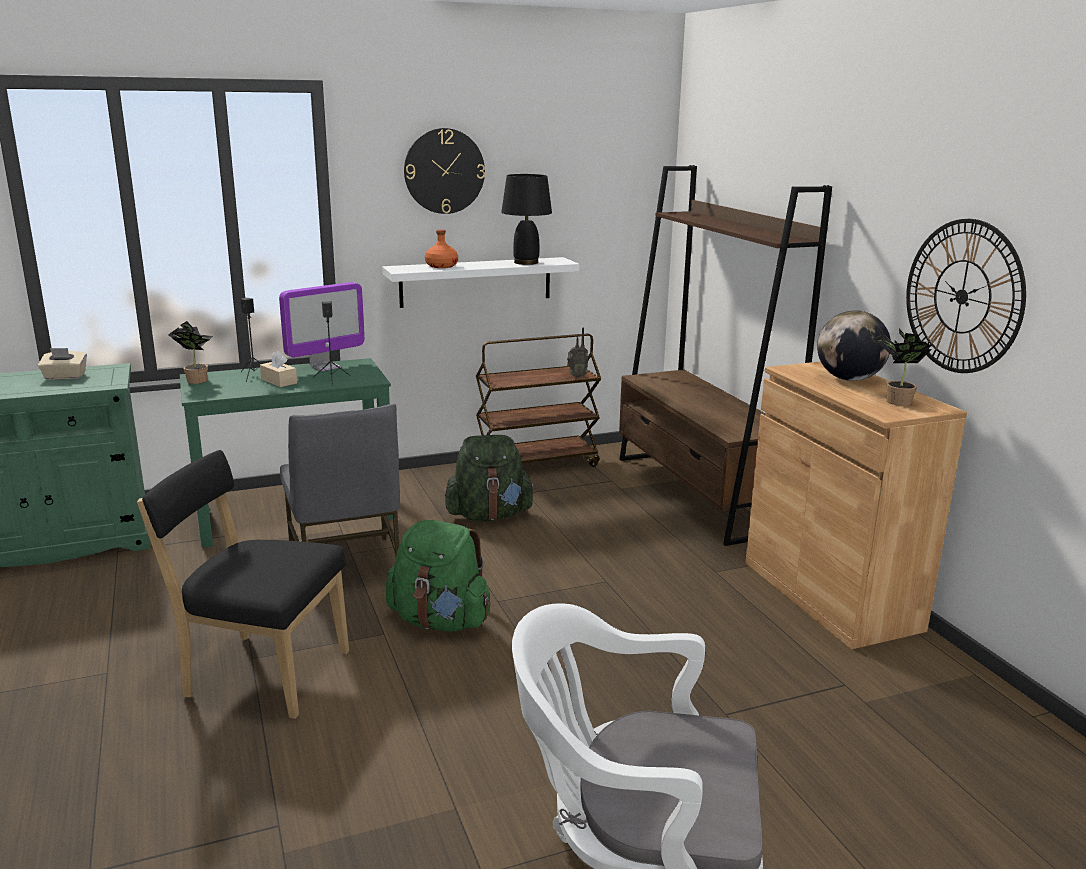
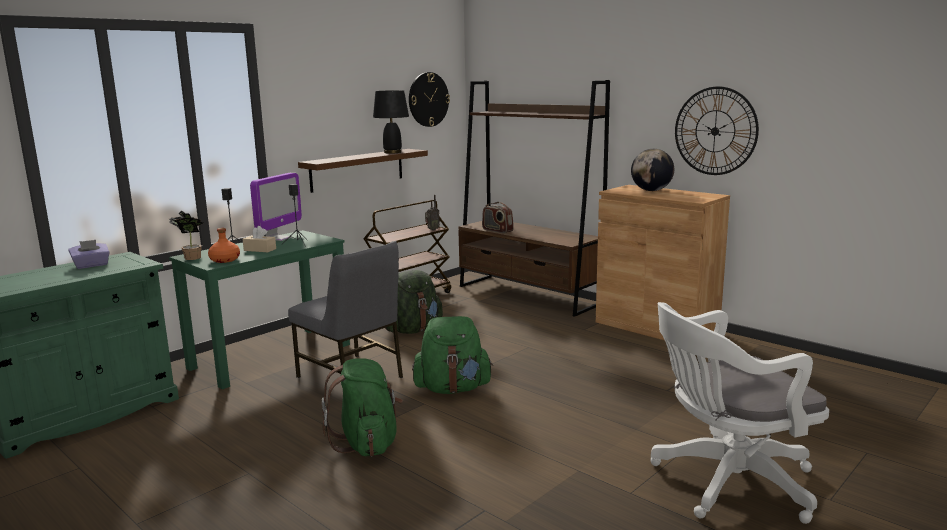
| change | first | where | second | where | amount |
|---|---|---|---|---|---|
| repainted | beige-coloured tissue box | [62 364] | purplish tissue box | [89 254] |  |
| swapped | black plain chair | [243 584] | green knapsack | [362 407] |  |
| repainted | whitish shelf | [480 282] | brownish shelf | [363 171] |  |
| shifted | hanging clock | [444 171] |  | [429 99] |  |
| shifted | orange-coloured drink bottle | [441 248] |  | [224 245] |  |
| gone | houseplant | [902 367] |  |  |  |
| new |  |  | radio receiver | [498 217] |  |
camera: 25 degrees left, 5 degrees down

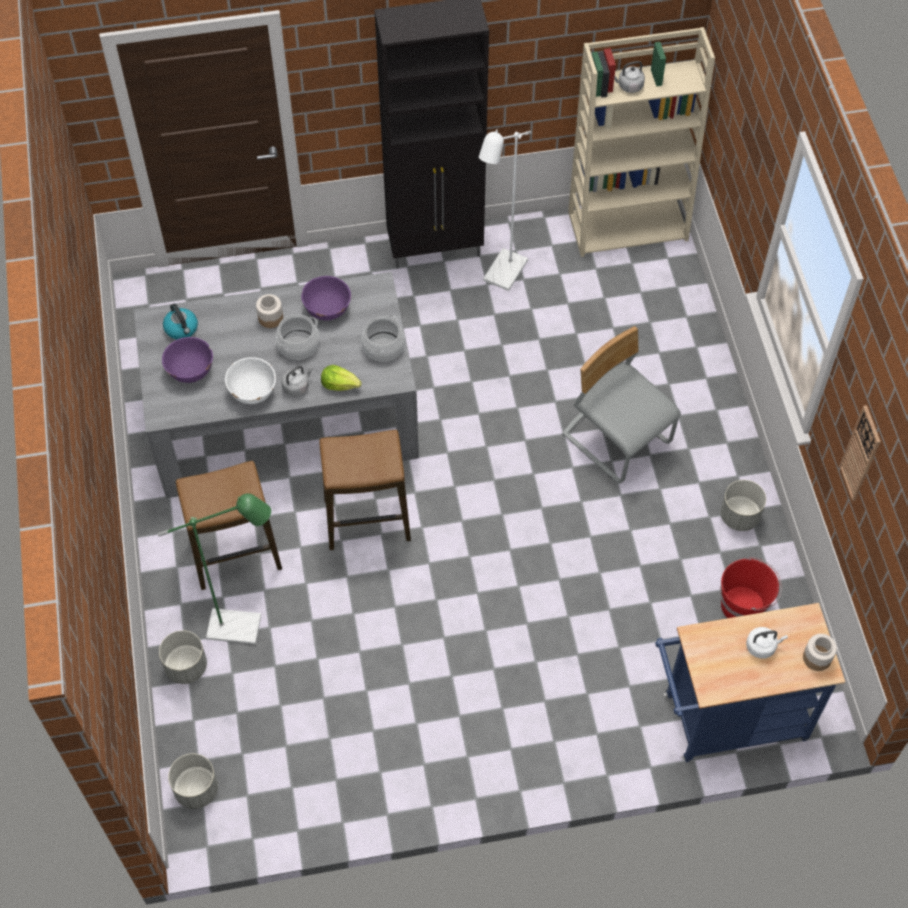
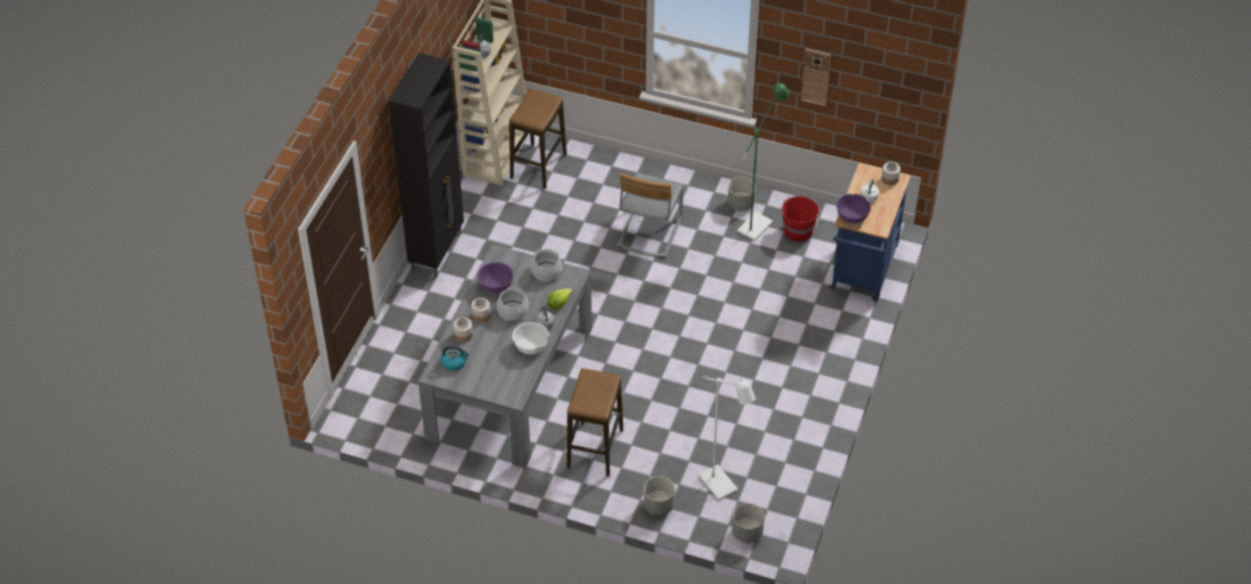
| change | first | where | second | where | amount |
|---|---|---|---|---|---|
| shifted | green standing lamp | [214 568] |  | [763 162] |  |
| shifted | purplish serving bowl | [187 360] |  | [853 208] |  |
| shifted | sitting stool | [365 490] |  | [538 138] |  |
| shifted | whitish standing lamp | [505 210] |  | [726 438] |  |
| rotated | grey plain chair | [621 405] |  | [650 215] | 60 degrees counterclockwise |
| new |  |  | preserve jar | [463 329] |  |
camera: 60 degrees left, 10 degrees down

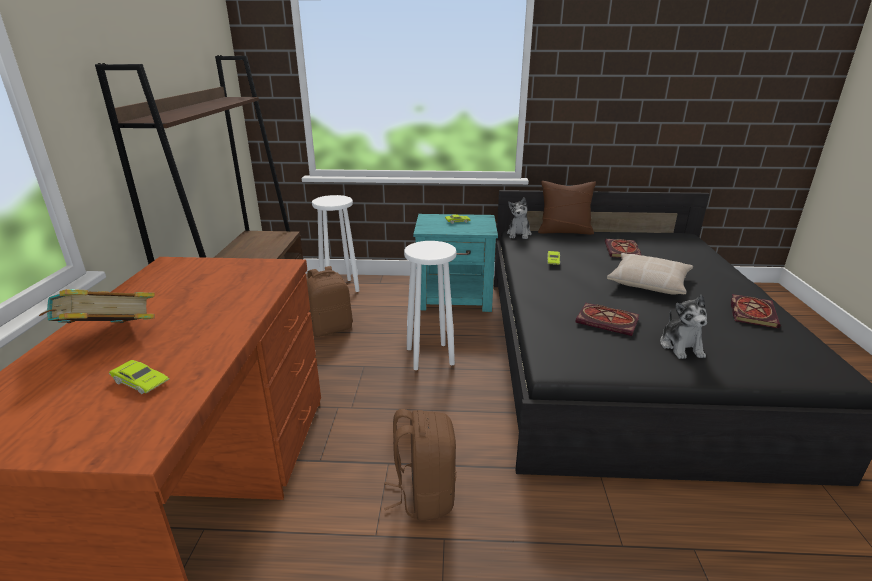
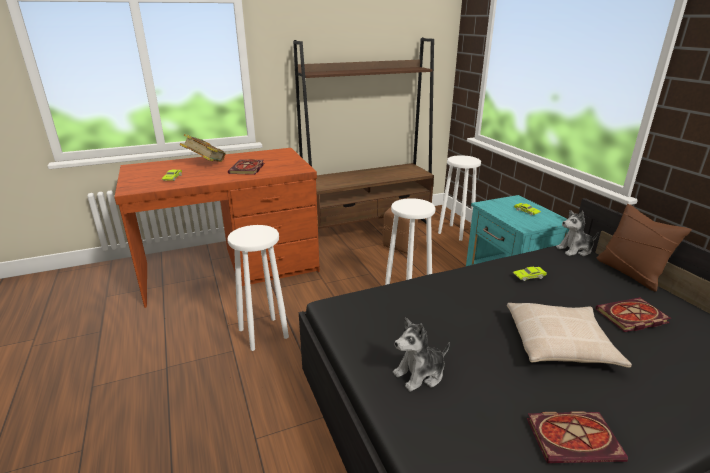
| change | first | where | second | where | amount |
|---|---|---|---|---|---|
| swapped | brownish knapsack | [420 465] | whitish sitting stool | [258 288] |  |
| shifted | bound book | [607 319] |  | [246 167] |  |
camera: 65 degrees right, 0 degrees up

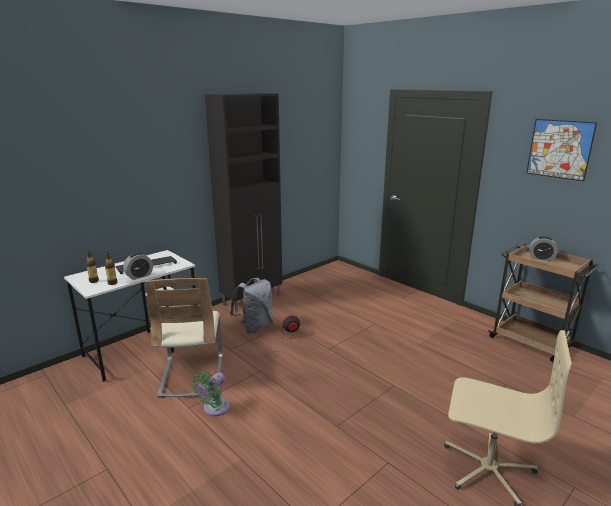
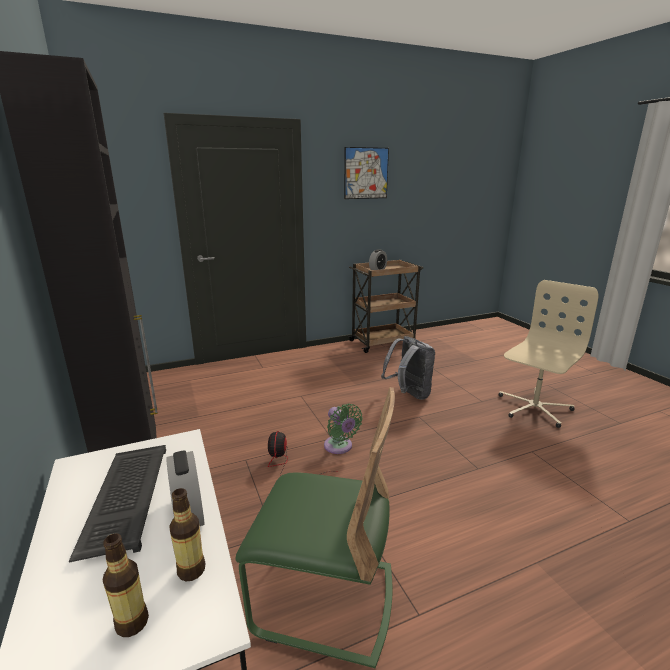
| change | first | where | second | where | amount |
|---|---|---|---|---|---|
| repainted | beige-coloured plain chair | [183 338] | green plain chair | [315 527] |  |
| shifted | green cooling fan | [211 393] |  | [343 429] |  |
| shifted | grey knapsack | [251 306] |  | [408 368] |  |
camera: 70 degrees left, 0 degrees up

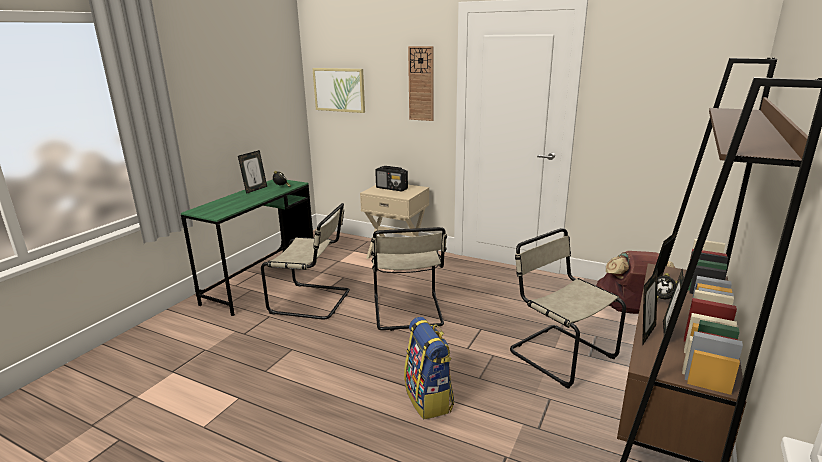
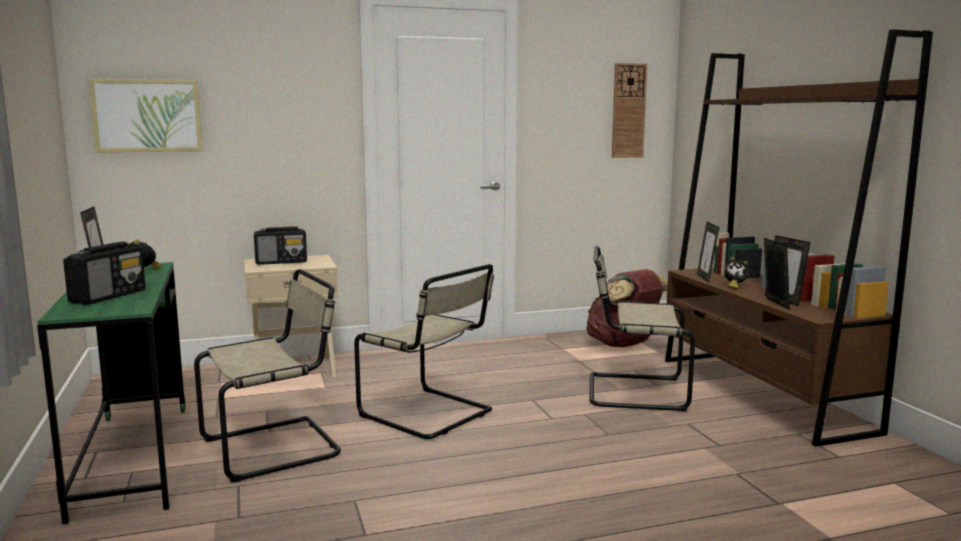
| change | first | where | second | where | amount |
|---|---|---|---|---|---|
| gone | knapsack | [429 368] |  |  |  |
| shifted | hanging clock | [421 83] |  | [629 110] |  |
| new |  |  | radio receiver | [104 273] |  |
camera: 45 degrees left, 10 degrees down

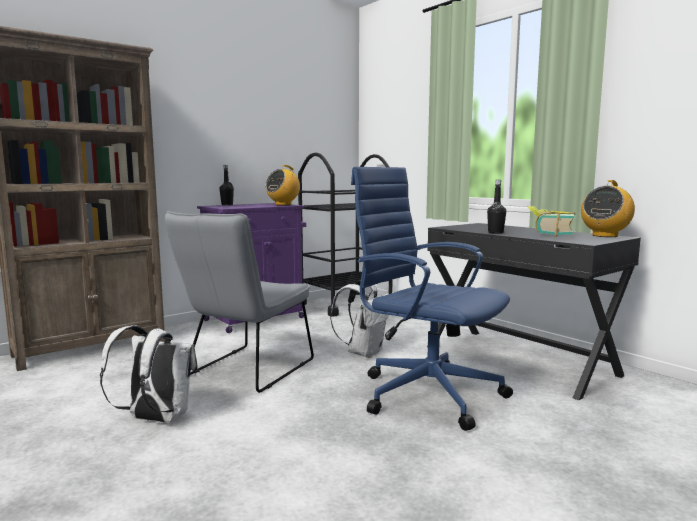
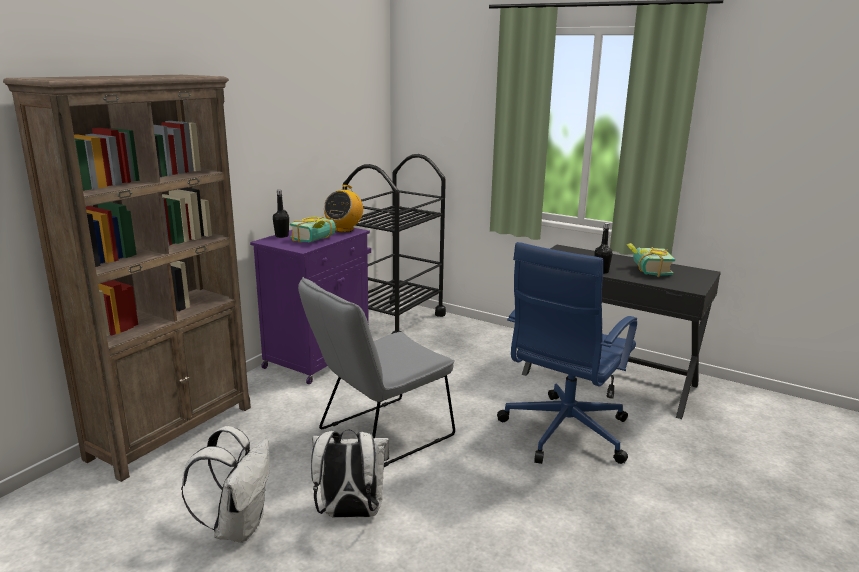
| change | first | where | second | where | amount |
|---|---|---|---|---|---|
| rotated | grey plain chair | [239 302] |  | [376 372] | 45 degrees clockwise |
| shifted | whitish knapsack | [359 319] |  | [225 484] |  |
| rotated | blue desk chair | [432 299] |  | [567 353] | 75 degrees counterclockwise |
| gone | radio receiver | [608 208] |  |  |  |
| new |  |  | bound book | [312 230] |  |
camera: 20 degrees left, 10 degrees up

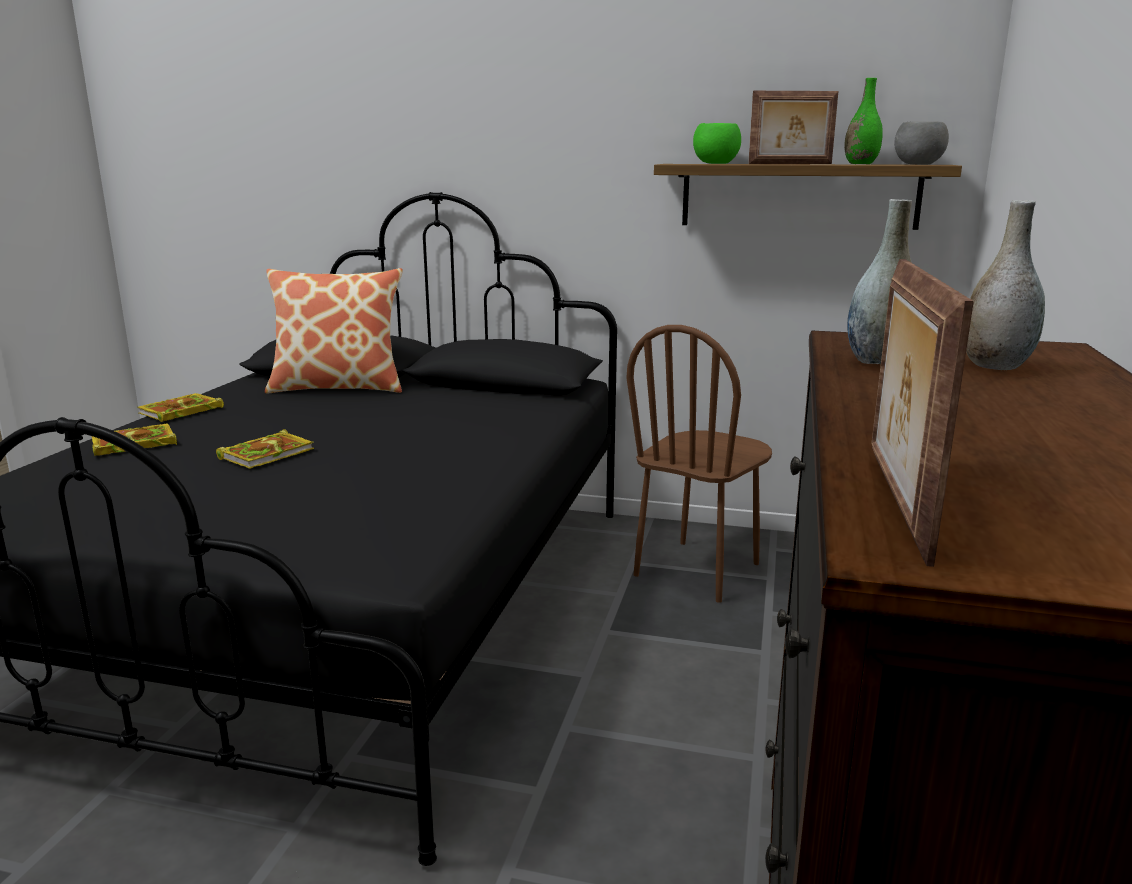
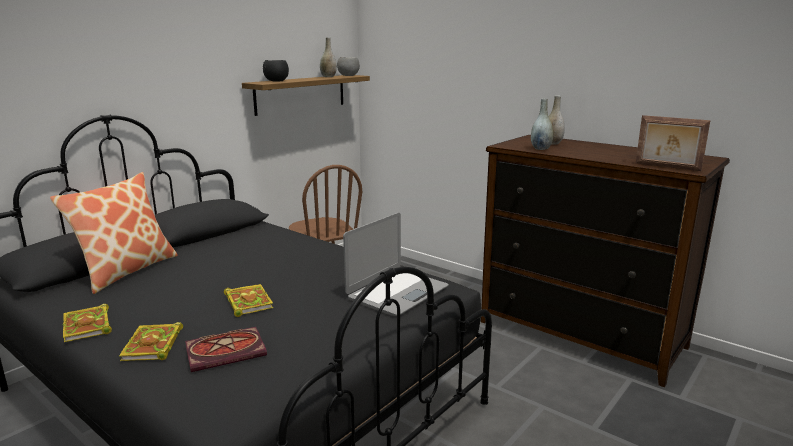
| change | first | where | second | where | amount |
|---|---|---|---|---|---|
| repainted | green serving bowl | [717 143] | black serving bowl | [276 71] |  |
| gone | picture frame | [793 127] |  |  |  |
| repainted | green decorative vase | [863 121] | grey decorative vase | [328 57] |  |
| new |  |  | bound book | [226 349] |  |
| new |  |  | laptop | [396 264] |  |
camera: 65 degrees left, 0 degrees up

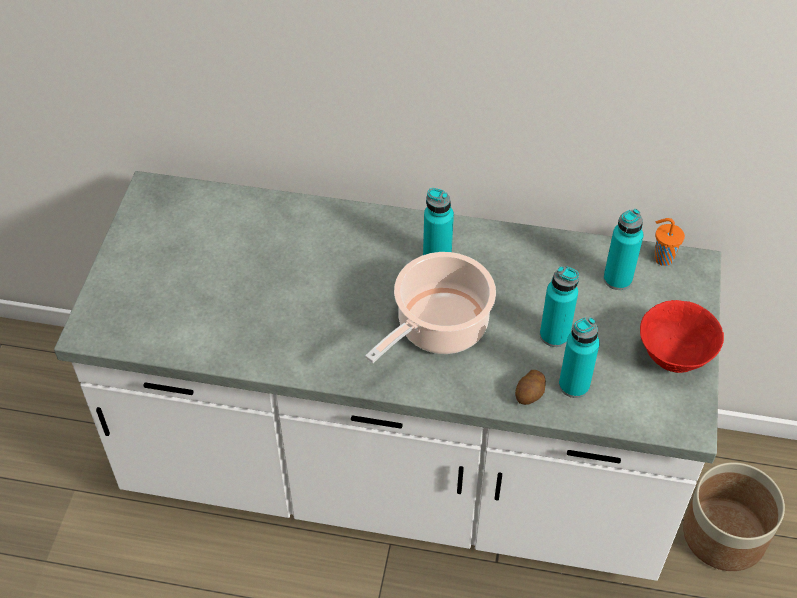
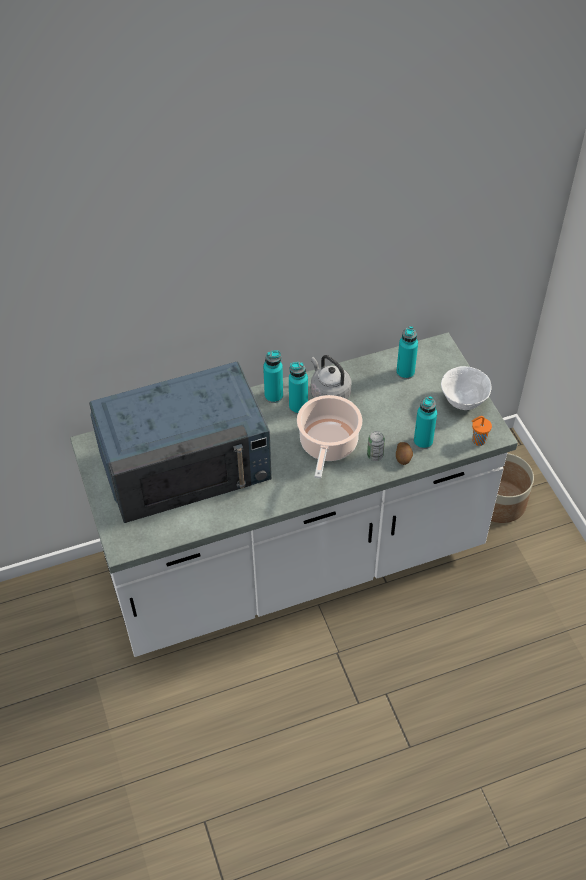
| change | first | where | second | where | amount |
|---|---|---|---|---|---|
| shifted | blue-green drink bottle | [559 306] |  | [273 377] |  |
| repainted | red serving bowl | [682 336] | whitish serving bowl | [466 388] |  |
| shifted | orange-coloured cup | [669 242] |  | [482 431] |  |
| new |  |  | blue microwave | [180 442] |  |
| new |  |  | grey tea kettle | [331 377] |  |
| new |  |  | sealed can | [376 446] |  |
camera: 30 degrees left, 0 degrees up

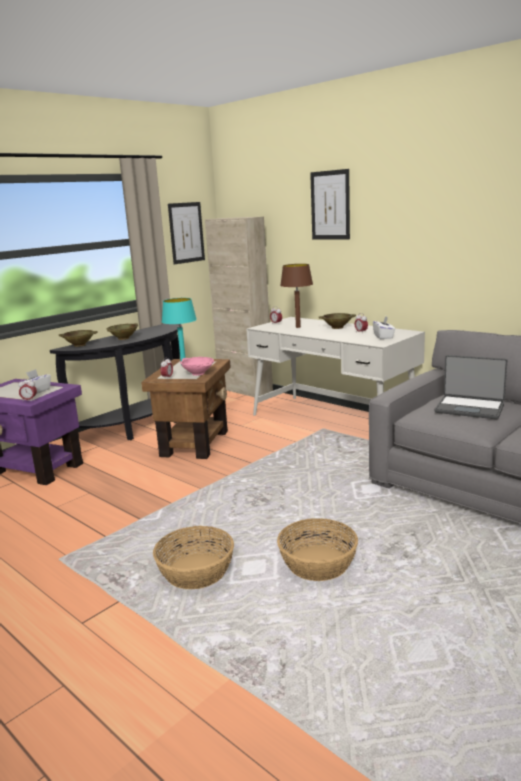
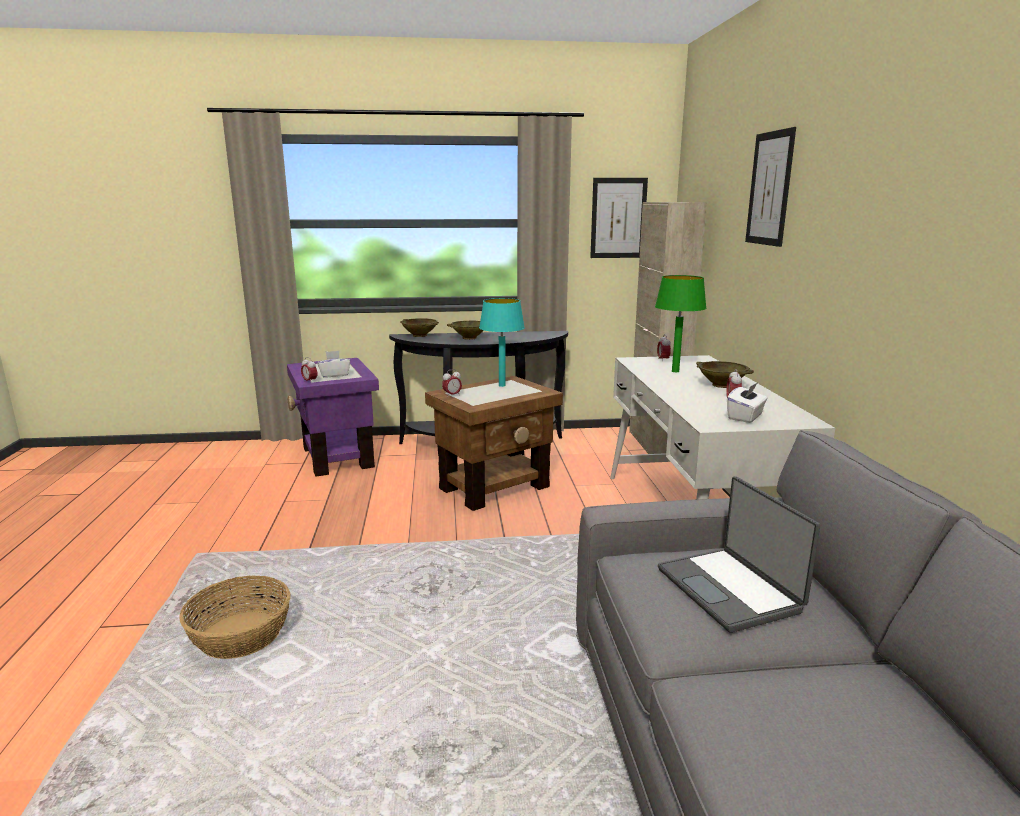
| change | first | where | second | where | amount |
|---|---|---|---|---|---|
| gone | pink serving bowl | [197 366] |  |  |  |
| gone | household basket | [317 549] |  |  |  |
| repainted | brownish table lamp | [296 296] | green table lamp | [681 323] |  |
camera: 40 degrees right, 0 degrees up

